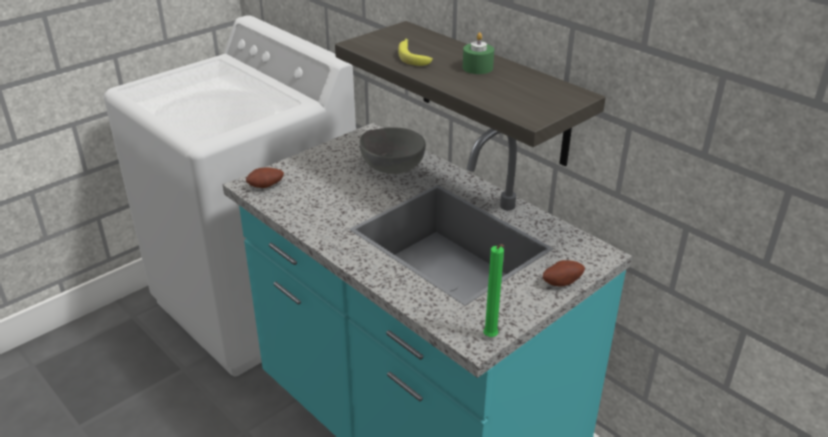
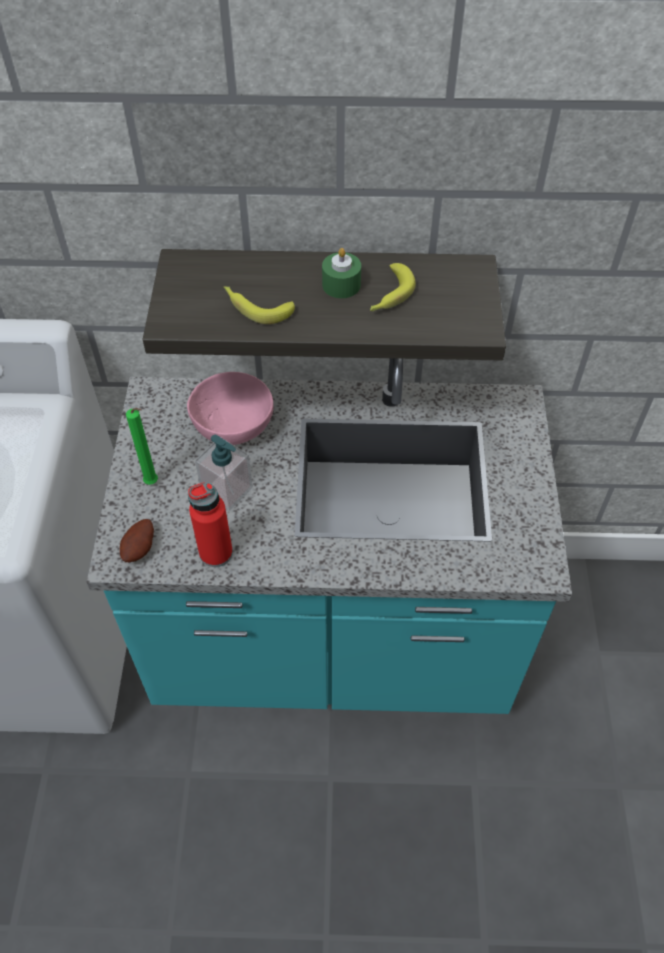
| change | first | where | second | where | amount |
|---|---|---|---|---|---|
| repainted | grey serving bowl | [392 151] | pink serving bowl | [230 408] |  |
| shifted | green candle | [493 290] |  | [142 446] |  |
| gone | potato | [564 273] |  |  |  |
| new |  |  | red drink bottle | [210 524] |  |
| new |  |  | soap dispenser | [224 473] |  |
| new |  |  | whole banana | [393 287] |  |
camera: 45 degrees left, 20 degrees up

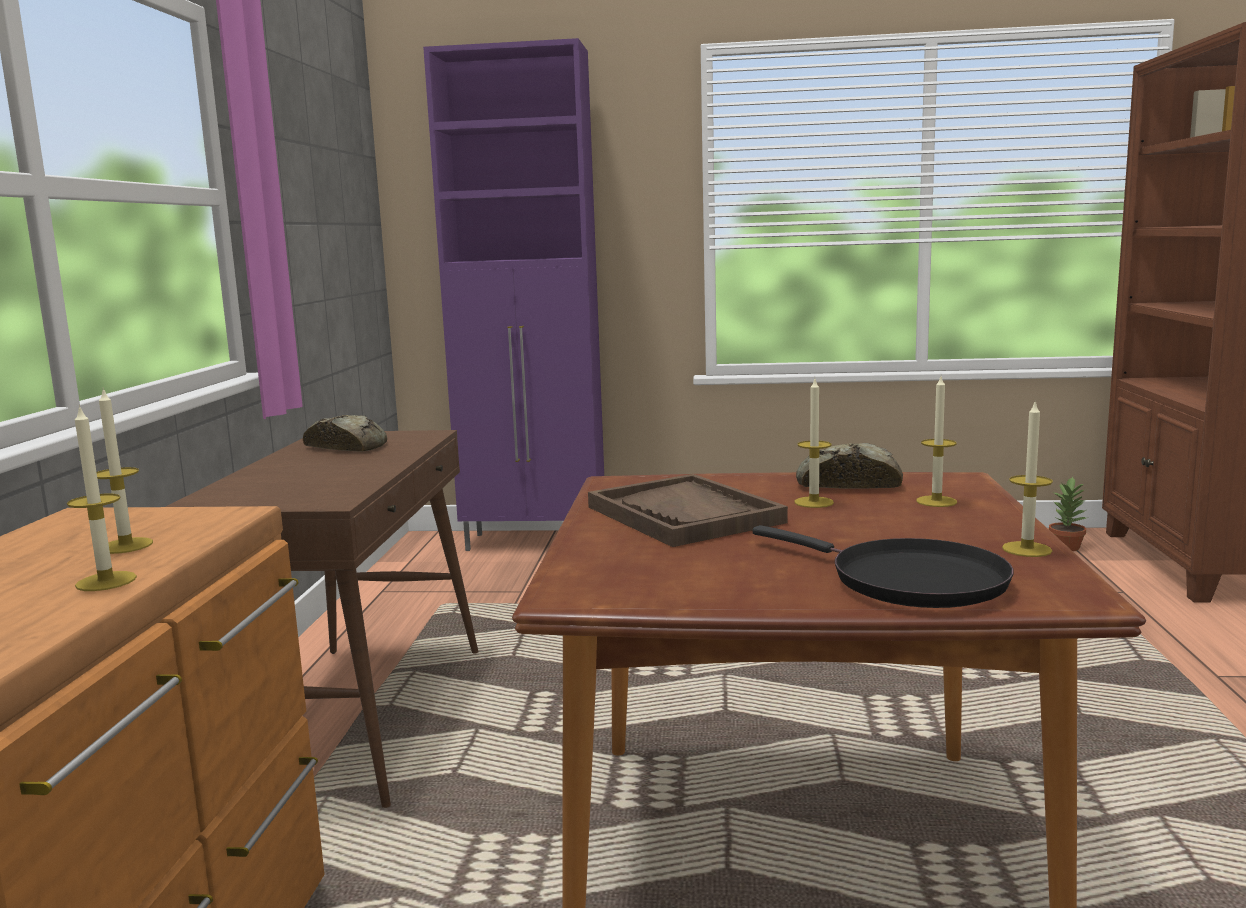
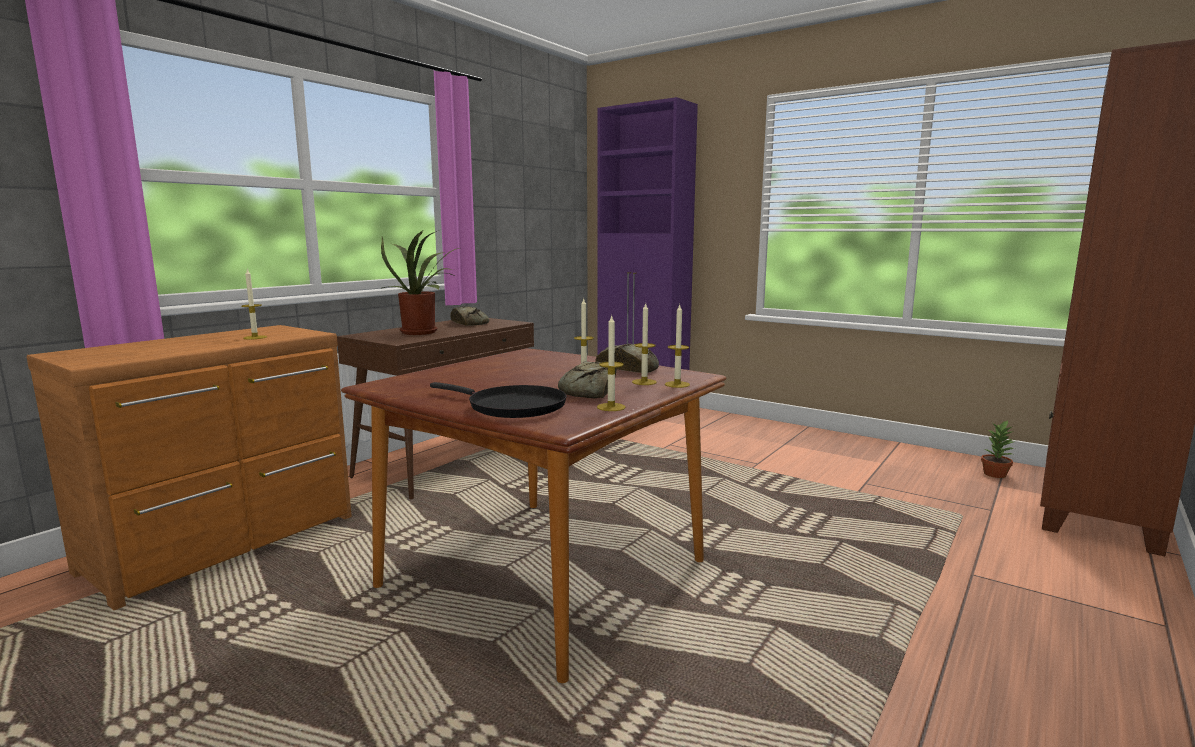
| change | first | where | second | where | amount |
|---|---|---|---|---|---|
| shifted | candle | [102 498] |  | [677 346] |  |
| gone | brownish tray | [688 510] |  |  |  |
| rotated | black skillet | [883 566] |  | [498 400] | 45 degrees counterclockwise |
| new |  |  | houseplant | [419 283] |  |
| new |  |  | bread | [587 379] |  |
camera: 30 degrees right, 0 degrees up

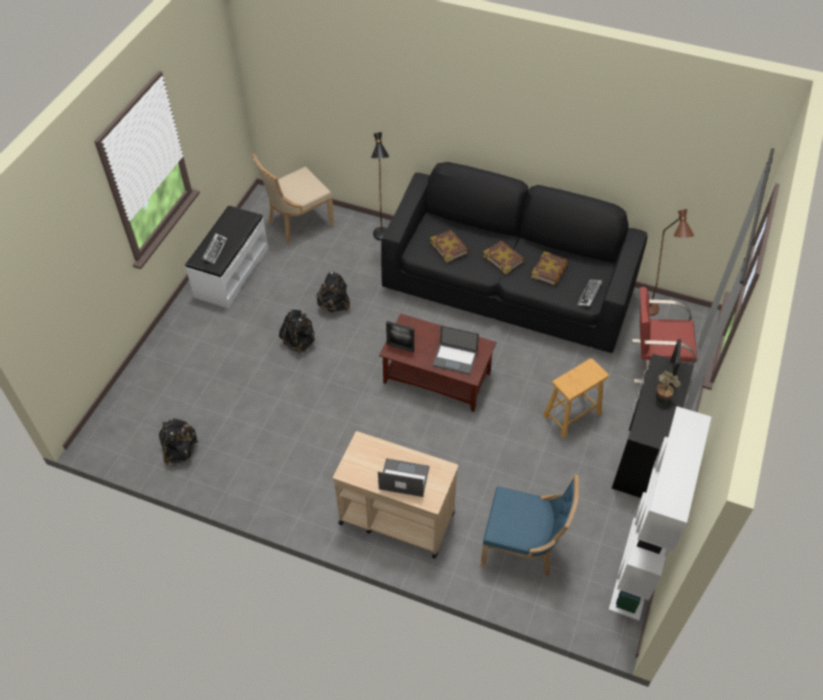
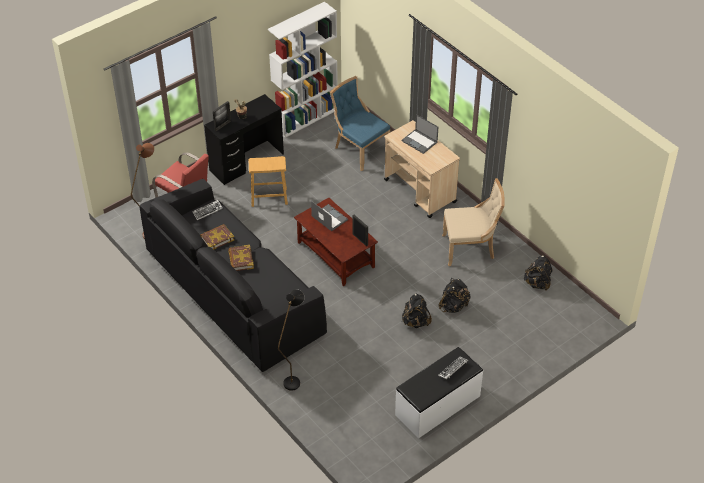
| change | first | where | second | where | amount |
|---|---|---|---|---|---|
| shifted | beige-coloured plain chair | [293 198] |  | [473 222] |  |
| shifted | black knapsack | [333 292] |  | [454 295] |  |
| gone | bound book | [449 246] |  |  |  |
camera: 150 degrees left, 5 degrees down

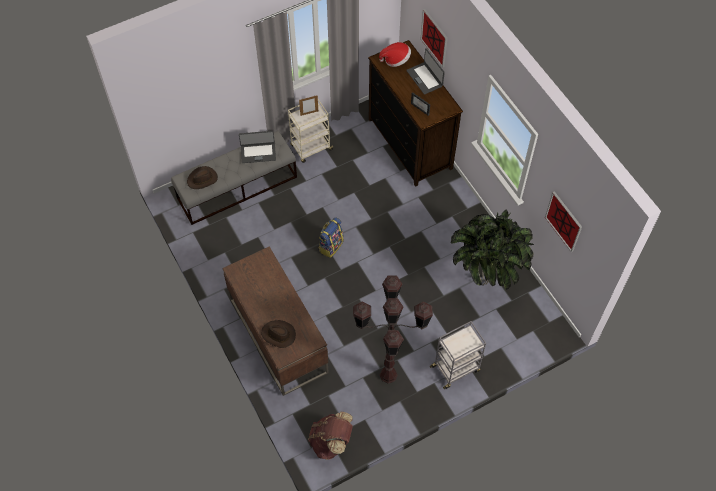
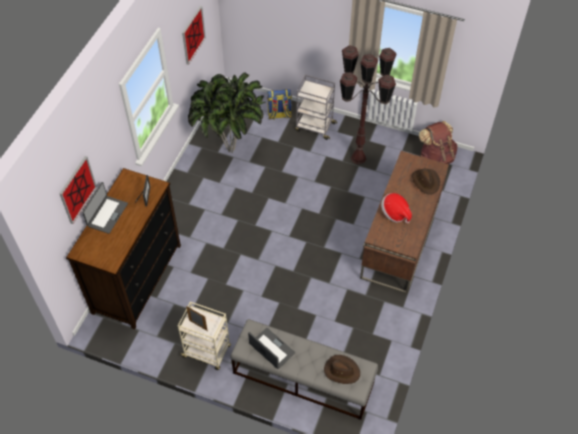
| change | first | where | second | where | amount |
|---|---|---|---|---|---|
| shifted | knapsack | [331 237] |  | [279 104] |  |
| shifted | hat | [395 54] |  | [396 208] |  |
camera: 130 degrees left, 5 degrees down

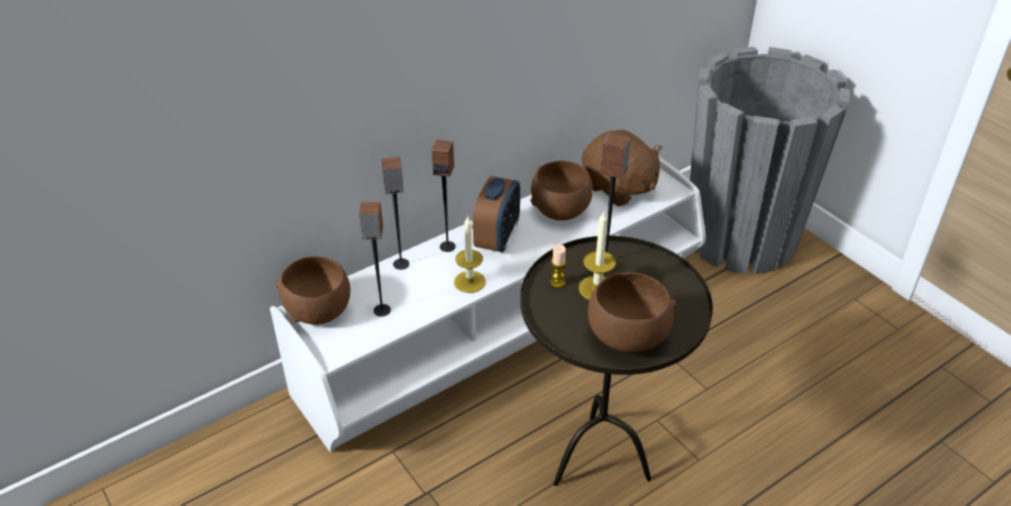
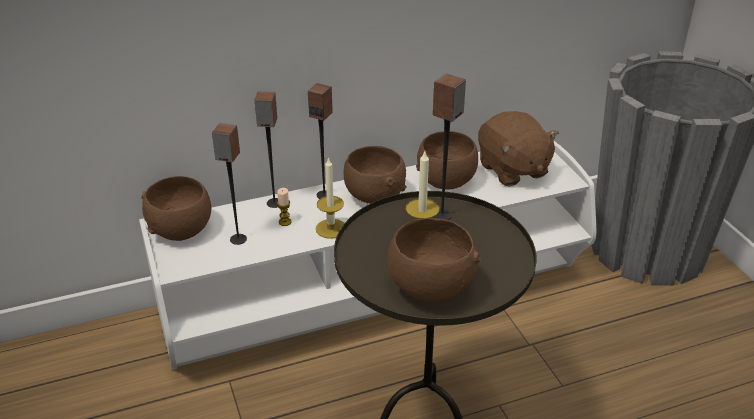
| change | first | where | second | where | amount |
|---|---|---|---|---|---|
| swapped | alarm clock | [496 214] | brownish serving bowl | [375 175] |  |
| shifted | candle | [558 266] |  | [284 207] |  |
camera: 15 degrees right, 5 degrees down

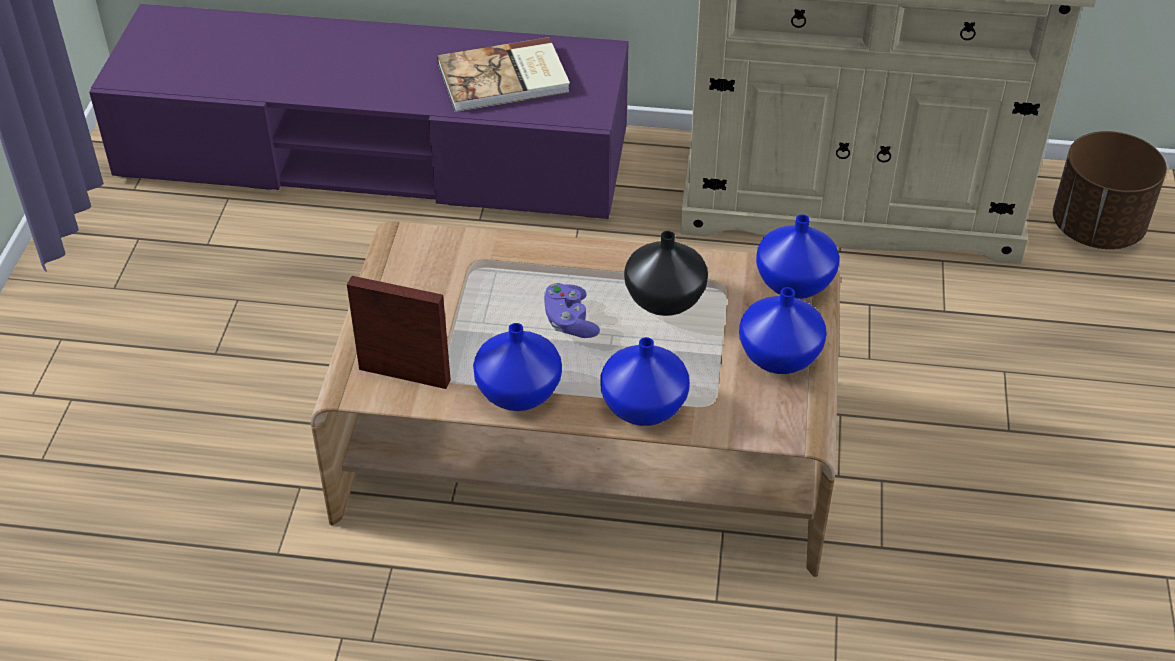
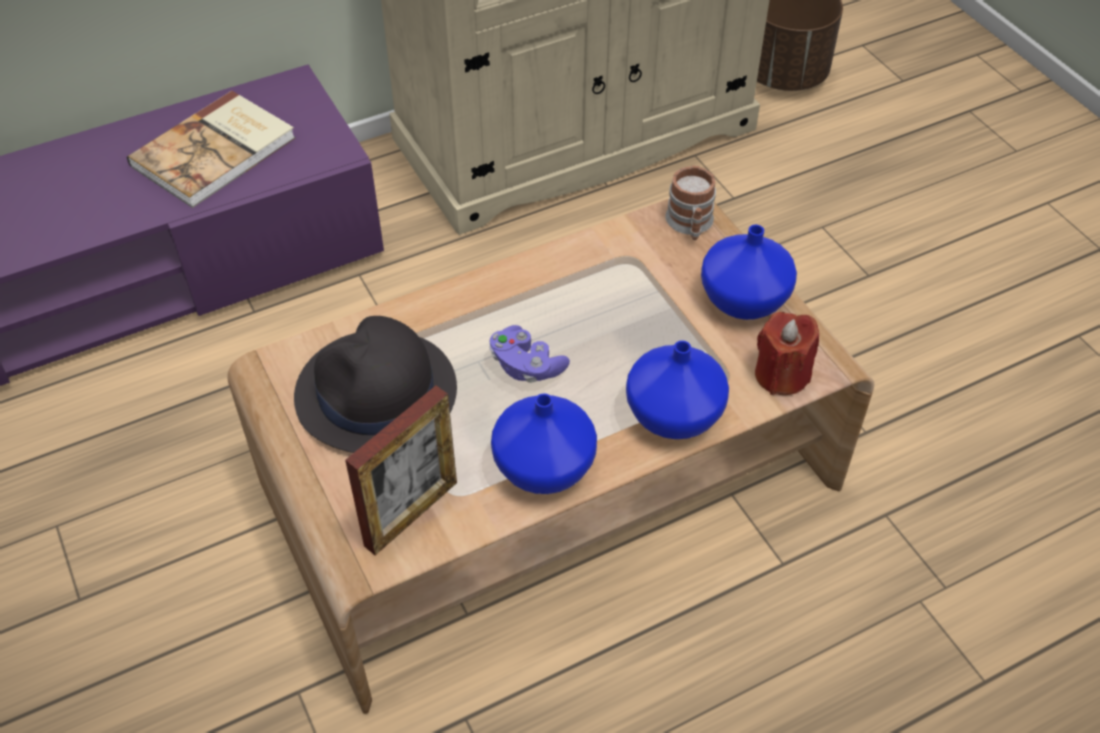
| change | first | where | second | where | amount |
|---|---|---|---|---|---|
| rotated | picture frame | [399 332] |  | [401 470] | 150 degrees clockwise |
| gone | black decorative vase | [666 273] |  |  |  |
| swapped | blue decorative vase | [798 256] | mug | [690 203] |  |
| new |  |  | black hat | [375 384] |  |
| new |  |  | red candle | [787 353] |  |
camera: 35 degrees left, 5 degrees up

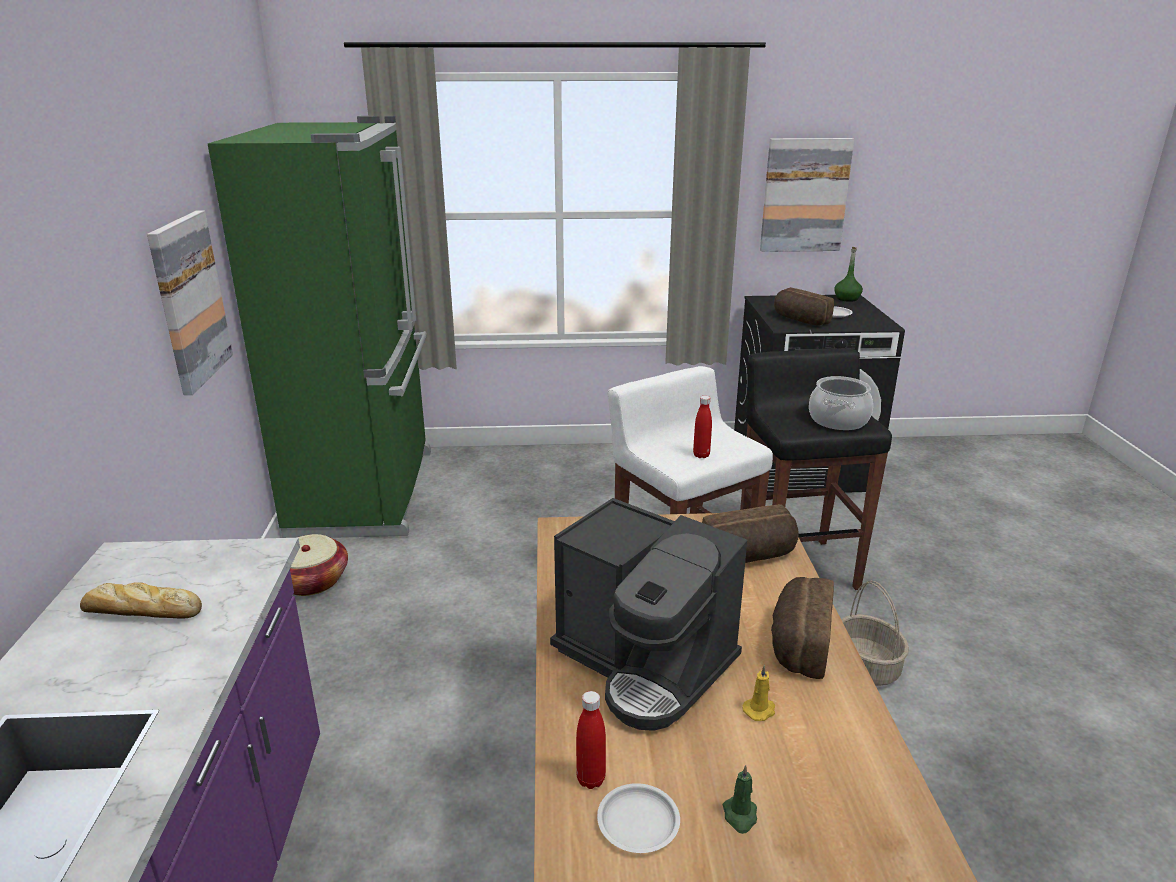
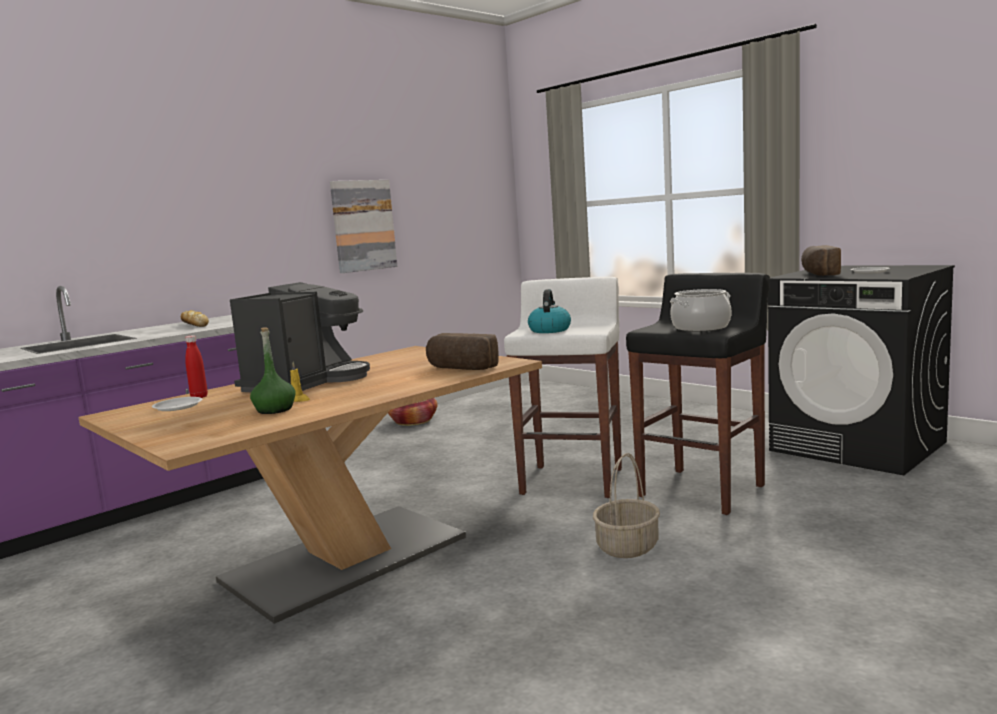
| change | first | where | second | where | amount |
|---|---|---|---|---|---|
| gone | green fridge | [319 327] |  |  |  |
| rotated | coffee brewer | [648 614] |  | [300 337] | 150 degrees counterclockwise |
| swapped | red drink bottle | [702 427] | tea kettle | [549 311] |  |
| gone | green candle | [740 799] |  |  |  |
| gone | picture | [807 195] |  |  |  |
| gone | bread | [802 628] |  |  |  |
| shifted | green drink bottle | [848 274] |  | [273 370] |  |
camera: 50 degrees right, 15 degrees down

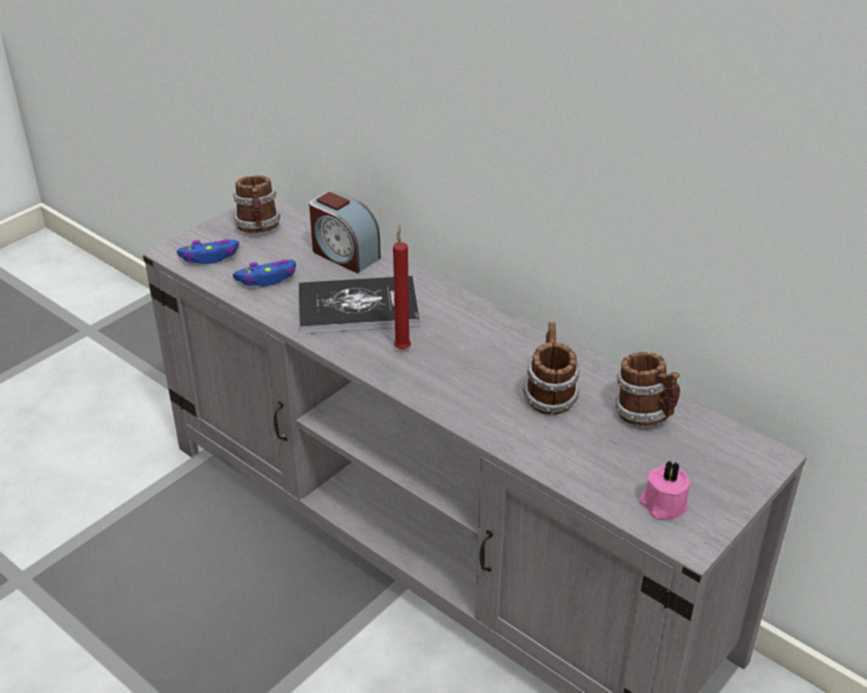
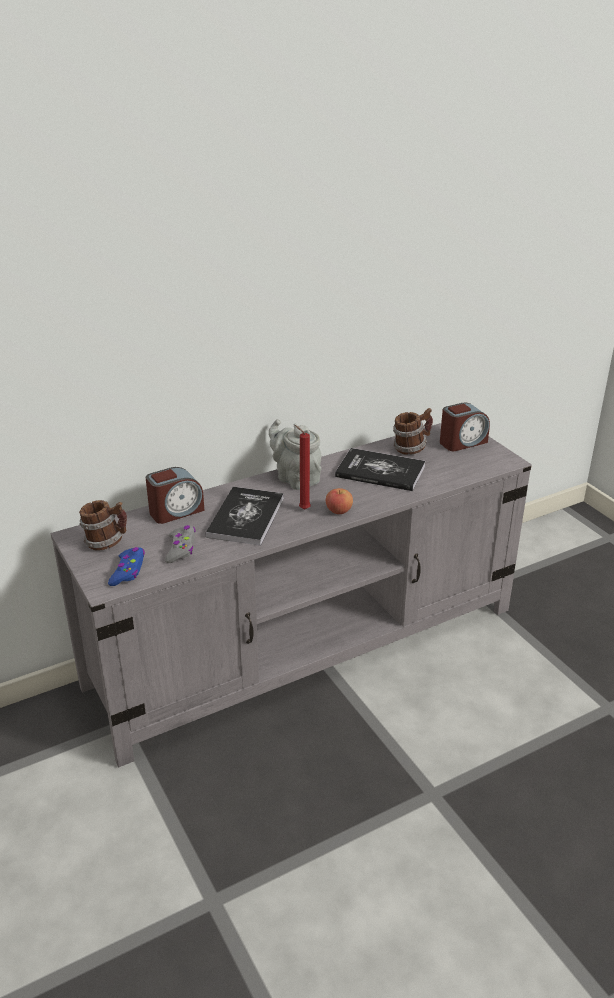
| change | first | where | second | where | amount |
|---|---|---|---|---|---|
| repainted | blue joypad | [264 273] | grey joypad | [180 544] |  |
| swapped | mug | [551 368] | bound book | [380 469] |  |
| gone | pink candle | [665 490] |  |  |  |
| new |  |  | grey teapot | [295 454] |  |
| new |  |  | apple | [339 501] |  |
| new |  |  | alarm clock | [465 426] |  |
camera: 70 degrees left, 5 degrees down

